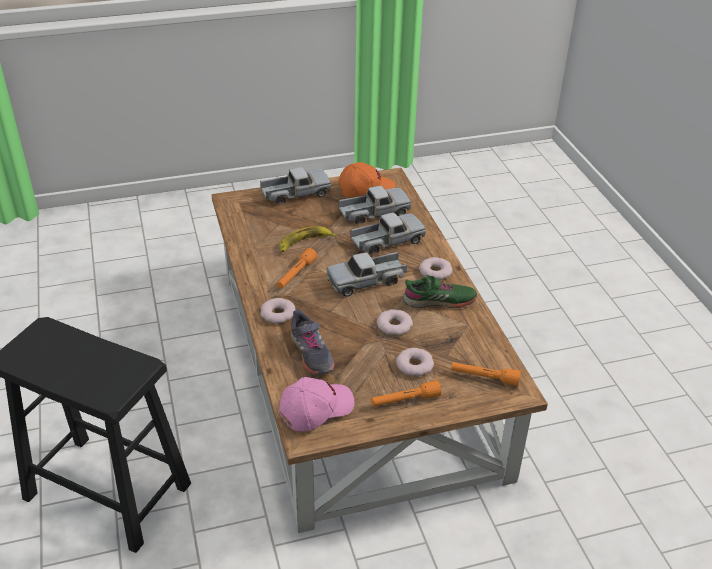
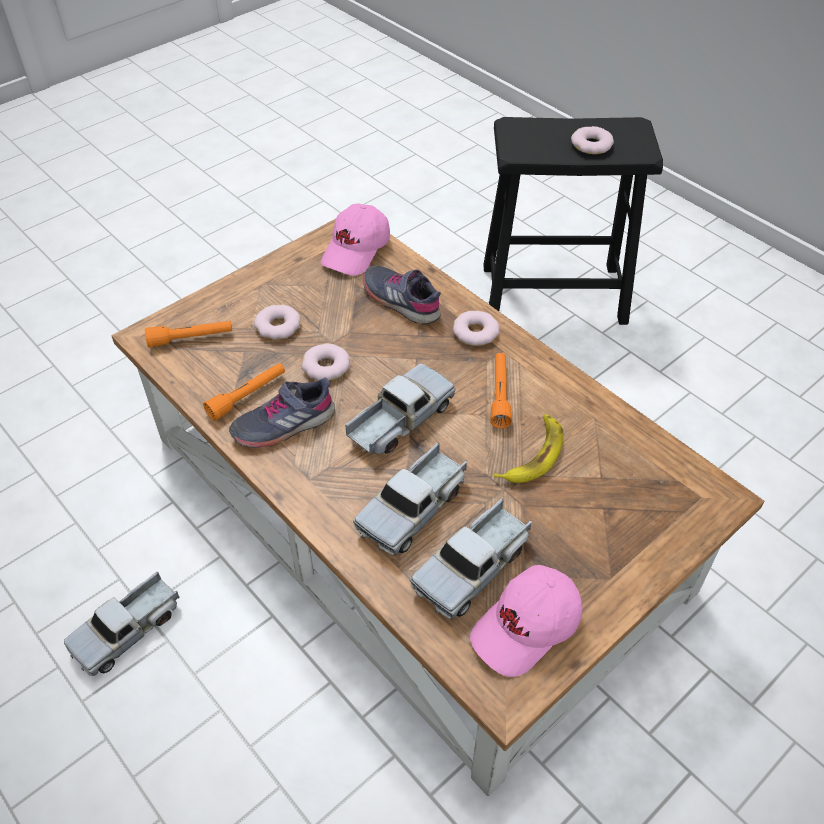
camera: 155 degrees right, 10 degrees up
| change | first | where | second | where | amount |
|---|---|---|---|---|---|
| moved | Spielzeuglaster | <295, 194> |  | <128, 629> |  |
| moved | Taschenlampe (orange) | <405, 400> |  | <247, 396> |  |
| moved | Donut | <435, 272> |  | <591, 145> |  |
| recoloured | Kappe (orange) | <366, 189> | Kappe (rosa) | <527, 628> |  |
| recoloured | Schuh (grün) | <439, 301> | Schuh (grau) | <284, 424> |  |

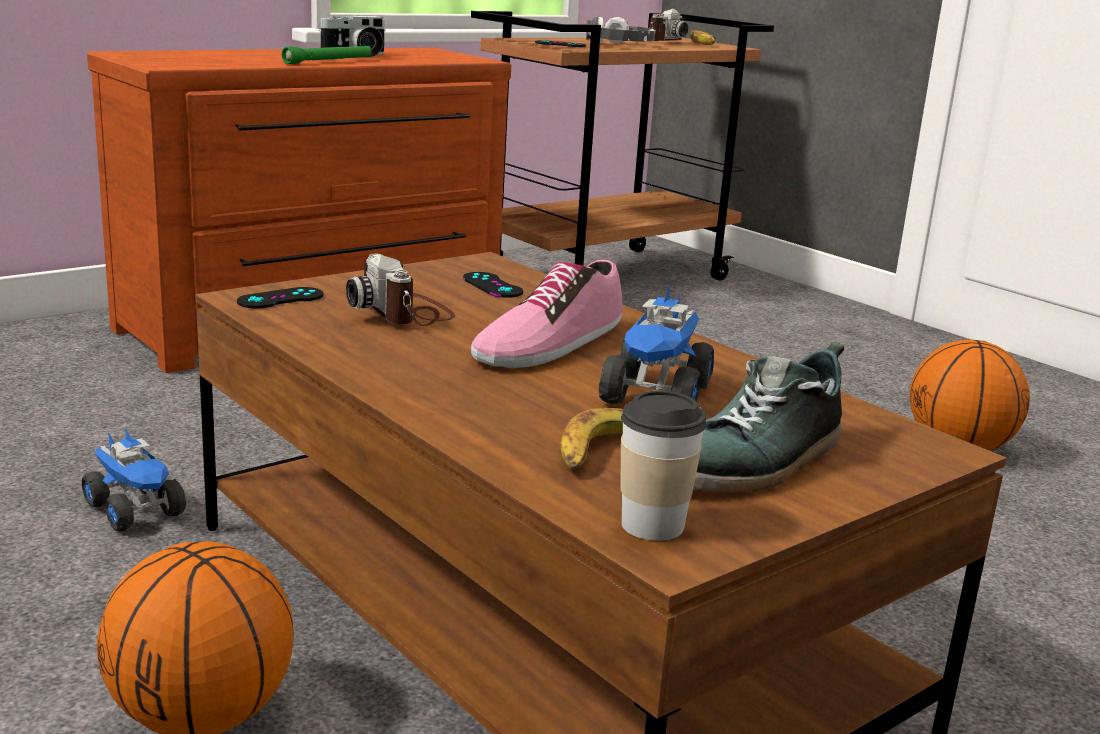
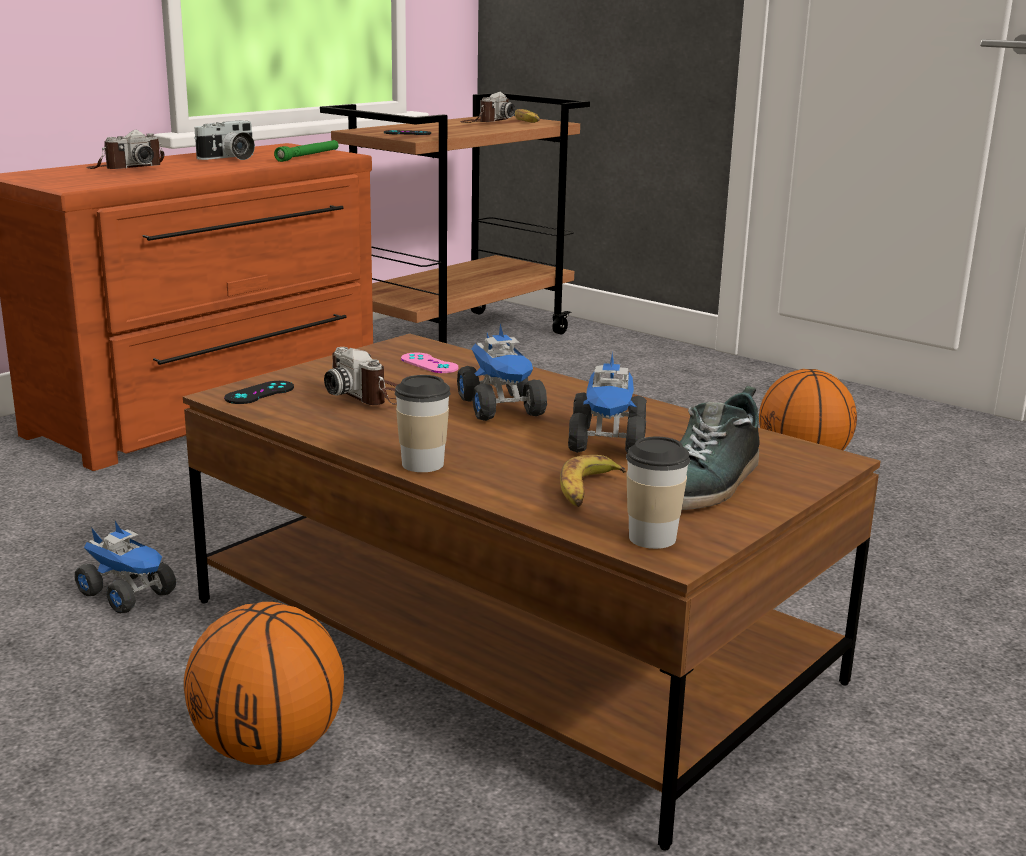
camera: 10 degrees left, 0 degrees up
| change | first | where | second | where | amount |
|---|---|---|---|---|---|
| removed | Kopfhörer | <620, 45> |  |  |  |
| added |  |  | Kamera | <126, 168> |  |
| added |  |  | Tasse | <422, 464> |  |
| moved | Taschenlampe (grün) | <329, 61> |  | <308, 156> |  |
| replaced | Schuh | <548, 343> | Spielzeuglaster | <502, 408> |  |
| recoloured | Gamepad (schwarz) | <492, 285> | Gamepad (rosa) | <429, 363> |  |

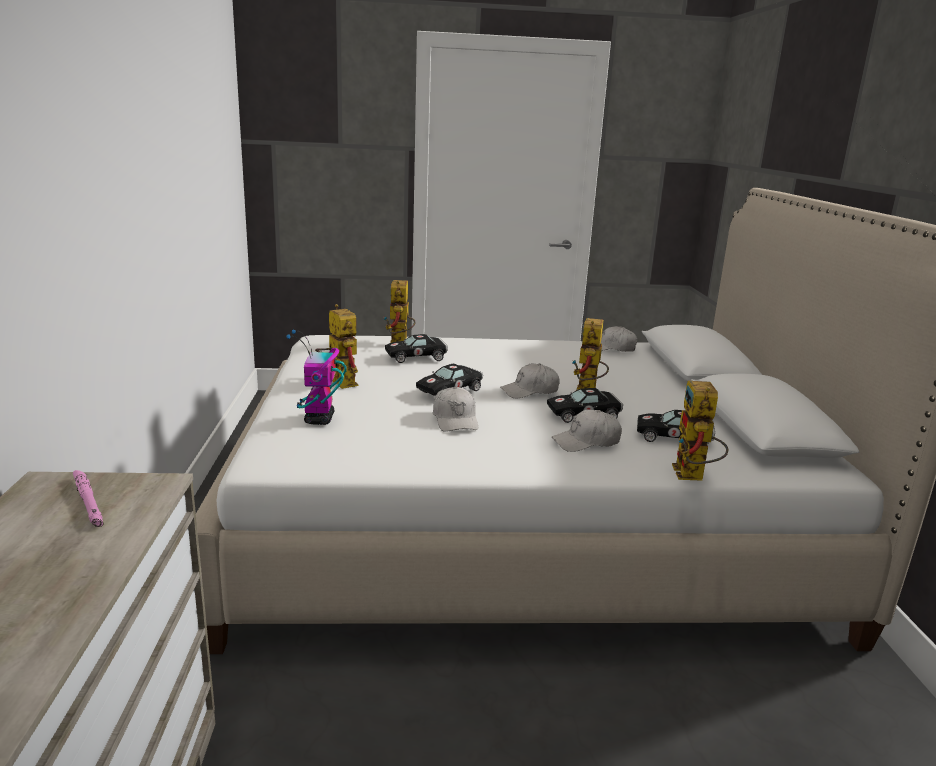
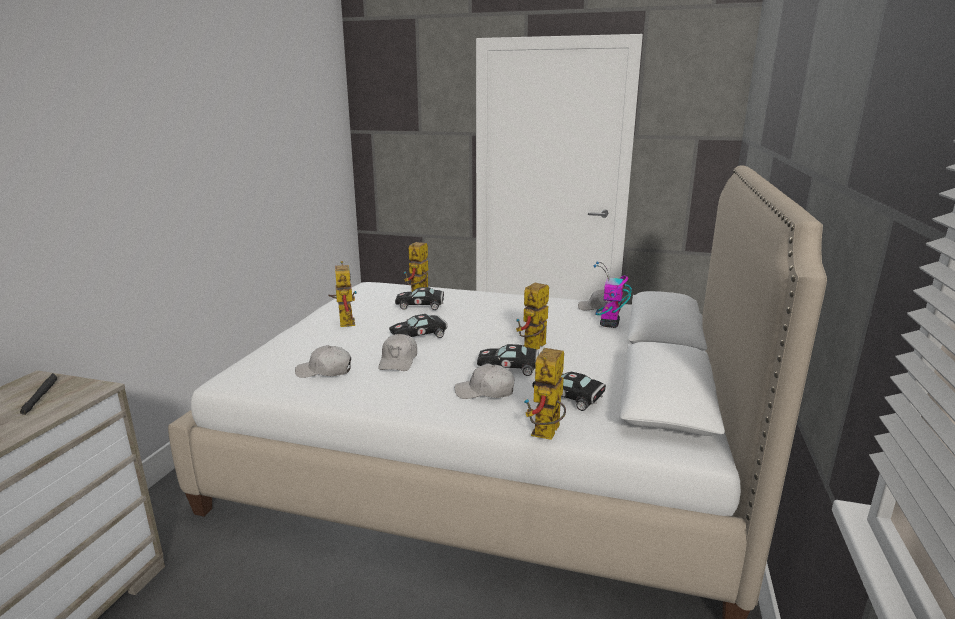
camera: 20 degrees right, 0 degrees up
| change | first | where | second | where | amount |
|---|---|---|---|---|---|
| moved | Spielzeugroboter | <319, 419> |  | <609, 324> |  |
| moved | Kappe (weiß) | <530, 391> |  | <324, 371> |  |
| recoloured | Taschenlampe (rosa) | <88, 502> | Taschenlampe (schwarz) | <41, 396> |  |

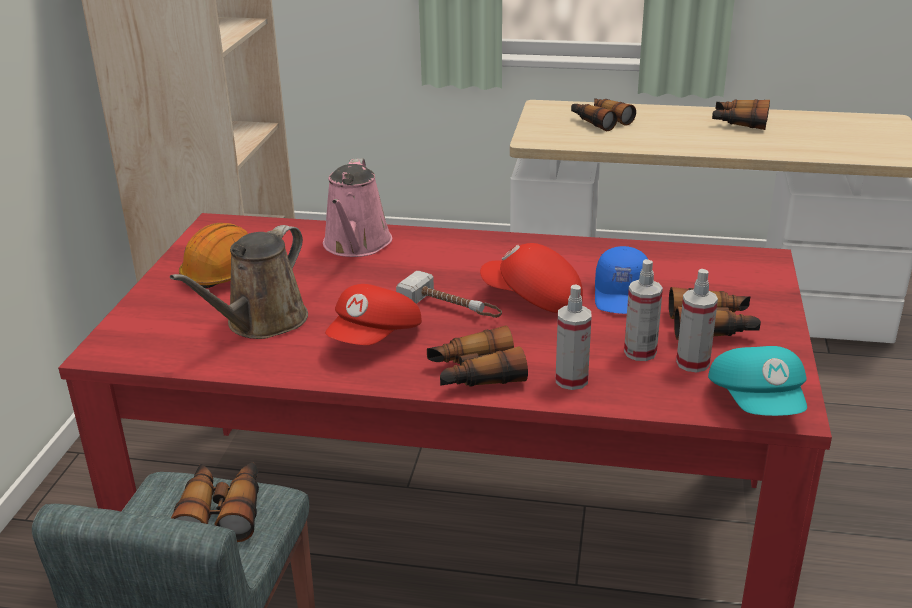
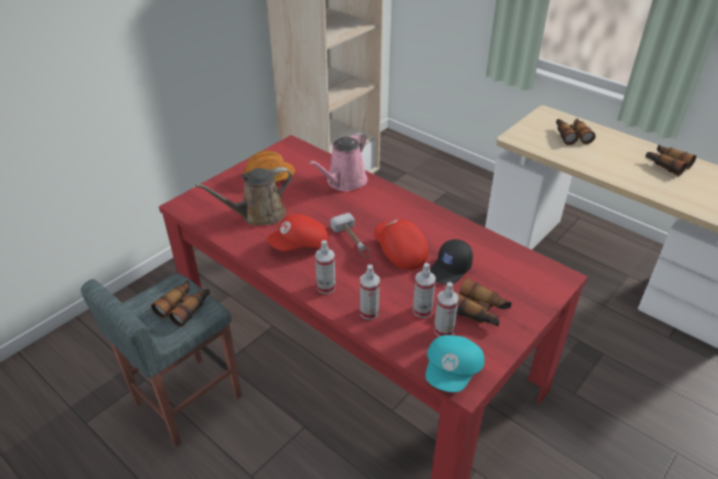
camera: 30 degrees right, 10 degrees up
| change | first | where | second | where | amount |
|---|---|---|---|---|---|
| replaced | Fernglas | <474, 374> | Sprühflasche | <326, 287> |  |
| recoloured | Kappe (blau) | <622, 296> | Kappe (schwarz) | <450, 269> |  |

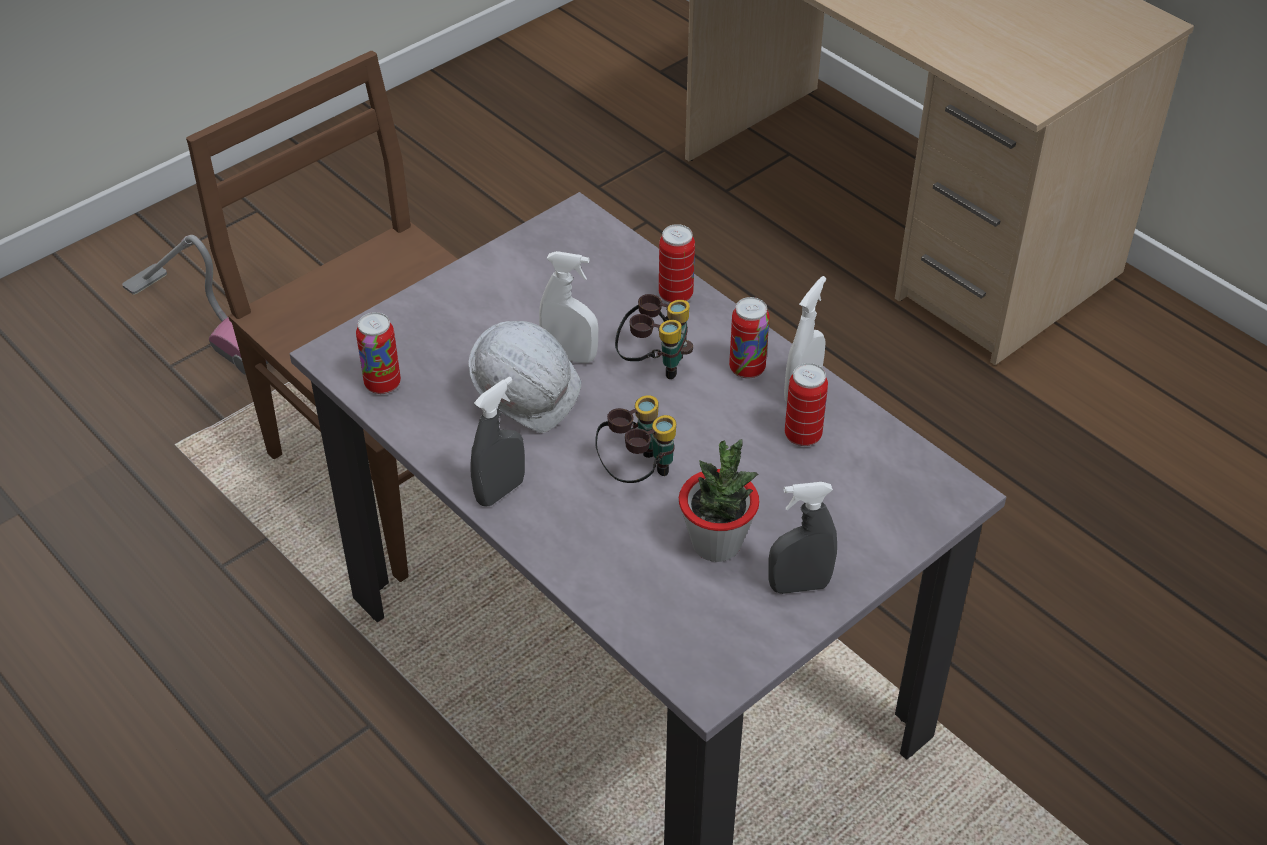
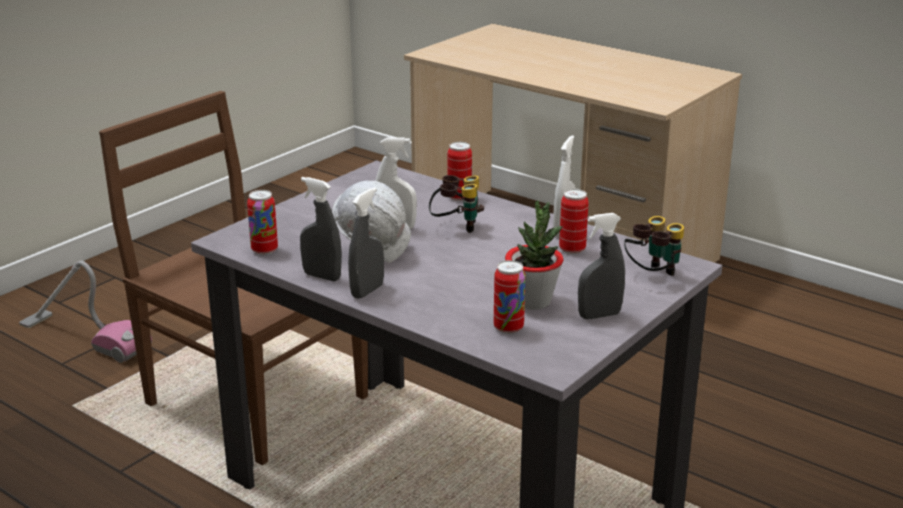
camera: 10 degrees left, 20 degrees down
| change | first | where | second | where | amount |
|---|---|---|---|---|---|
| added |  |  | Sprühflasche (grau) | <322, 276> |  |
| moved | Fernglas | <637, 472> |  | <652, 275> |  |
| moved | Dose | <747, 369> |  | <508, 328> |  |

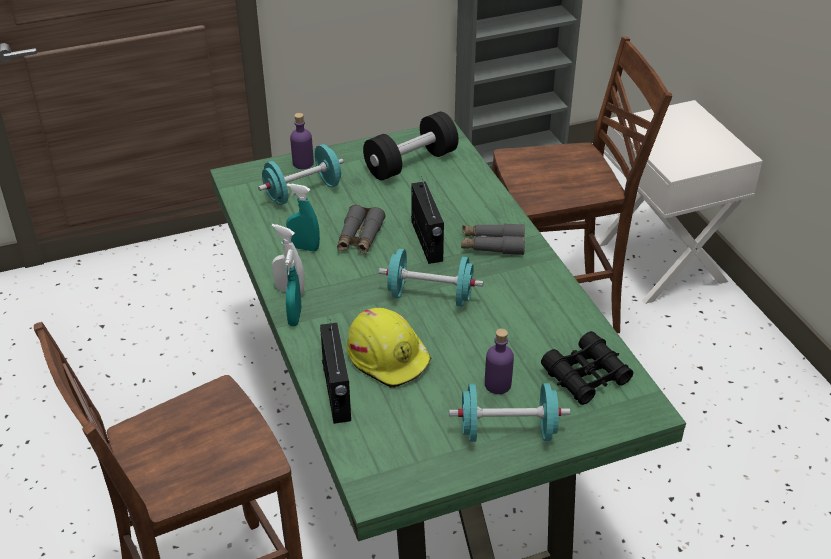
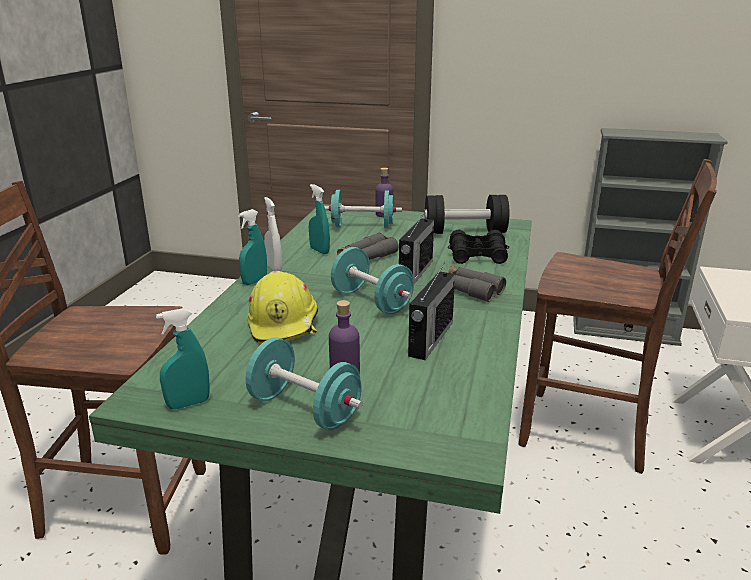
camera: 35 degrees right, 15 degrees down
| change | first | where | second | where | amount |
|---|---|---|---|---|---|
| added |  |  | Sprühflasche (türkis) | <188, 404> |  |
| moved | Radio | <336, 393> |  | <430, 339> |  |
| moved | Fernglas (schwarz) | <586, 376> |  | <477, 255> |  |

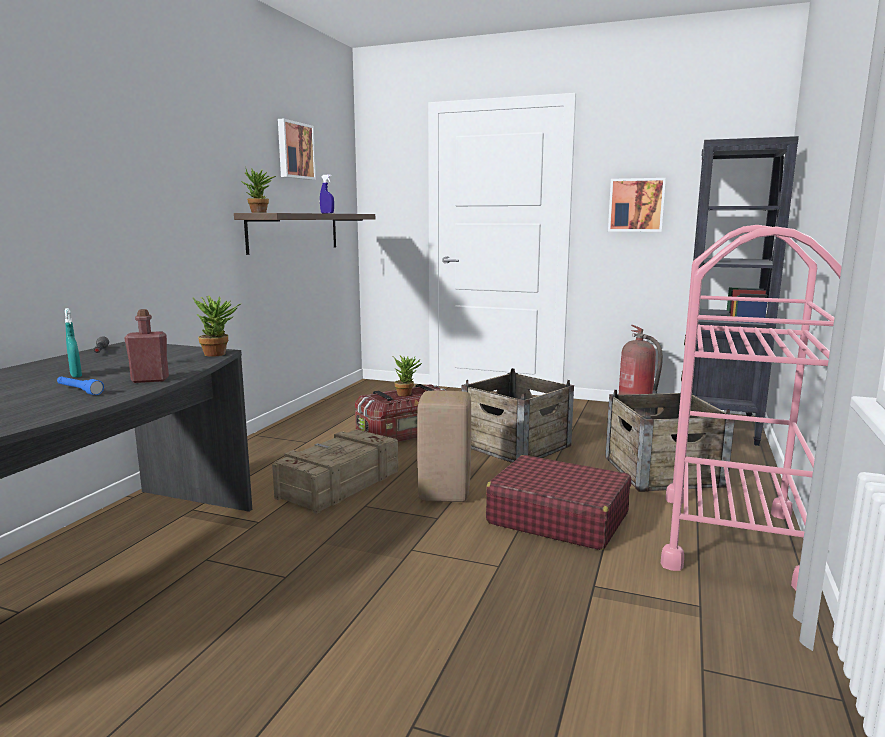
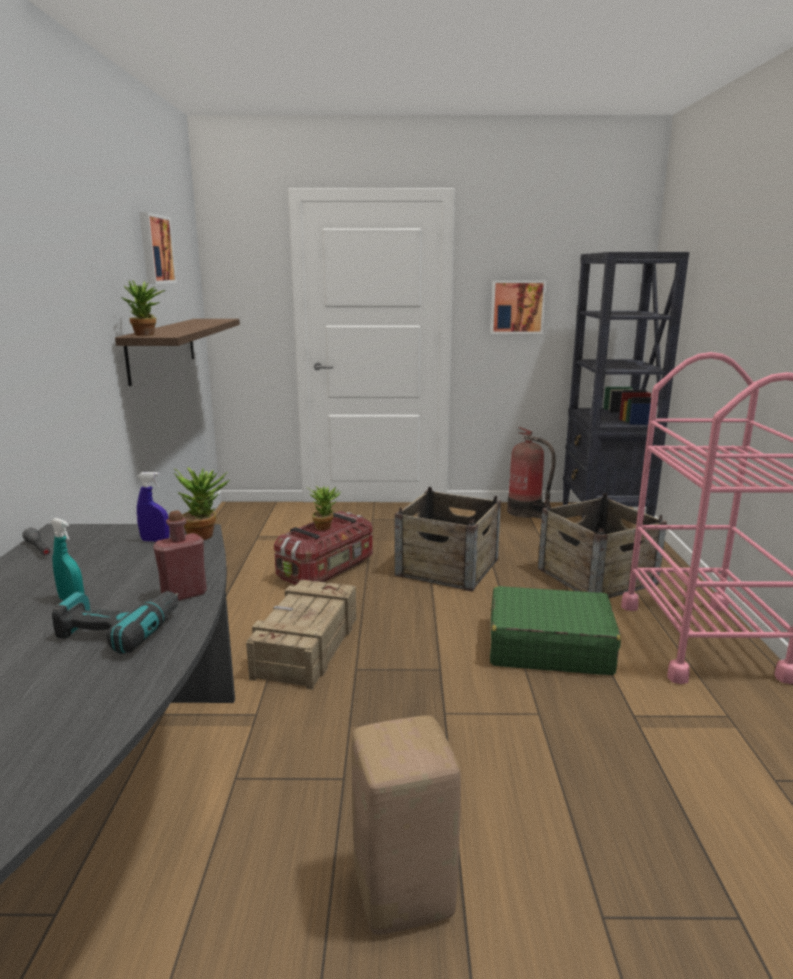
camera: 20 degrees left, 5 degrees up
| change | first | where | second | where | amount |
|---|---|---|---|---|---|
| moved | Sprühflasche (blau) | <327, 213> |  | <155, 540> |  |
| moved | Hocker (beige) | <445, 494> |  | <405, 895> |  |
| replaced | Taschenlampe (blau) | <79, 391> | Bohrmaschine | <119, 629> |  |
| recoloured | Koffer (rot) | <557, 518> | Koffer (grün) | <548, 646> |  |

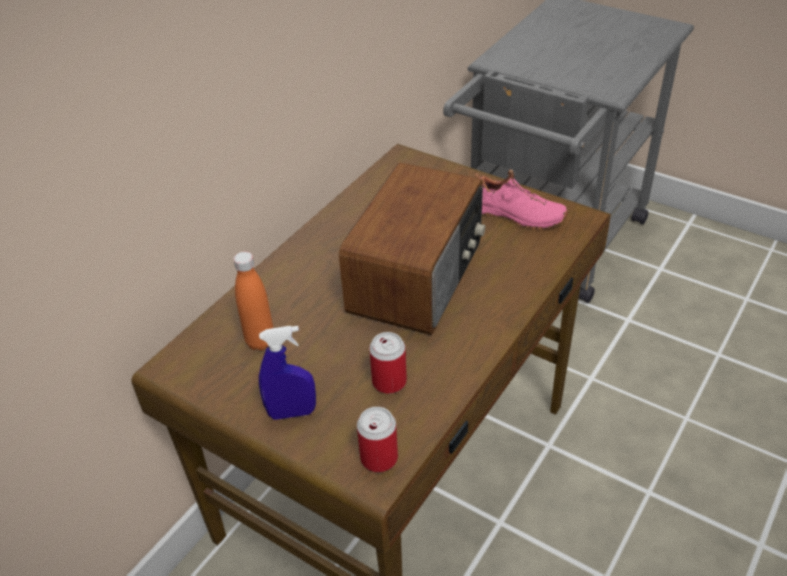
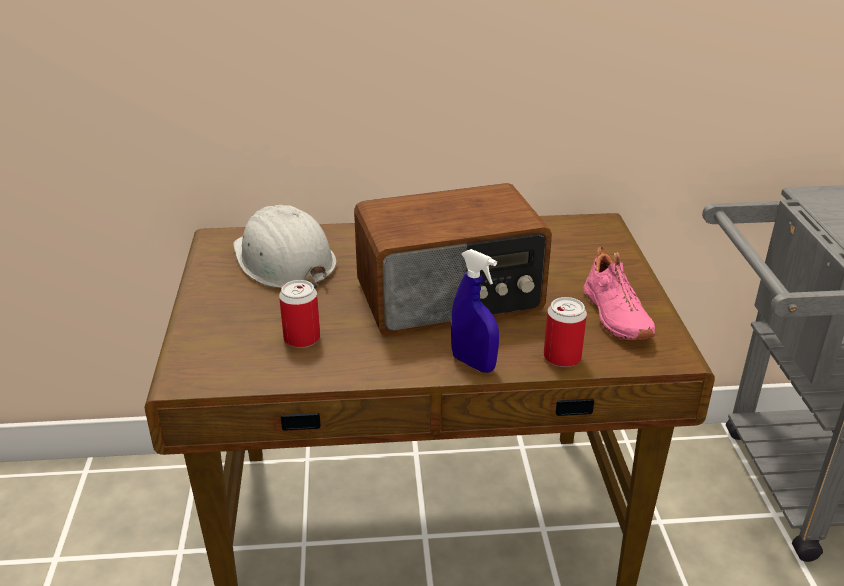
camera: 50 degrees right, 10 degrees down
| change | first | where | second | where | amount |
|---|---|---|---|---|---|
| moved | Sprühflasche (blau) | <292, 412> |  | <473, 363> |  |
| moved | Dose | <379, 458> |  | <562, 357> |  |
| replaced | Flasche (orange) | <260, 342> | Schutzhelm (weiß) | <283, 261> |  |

